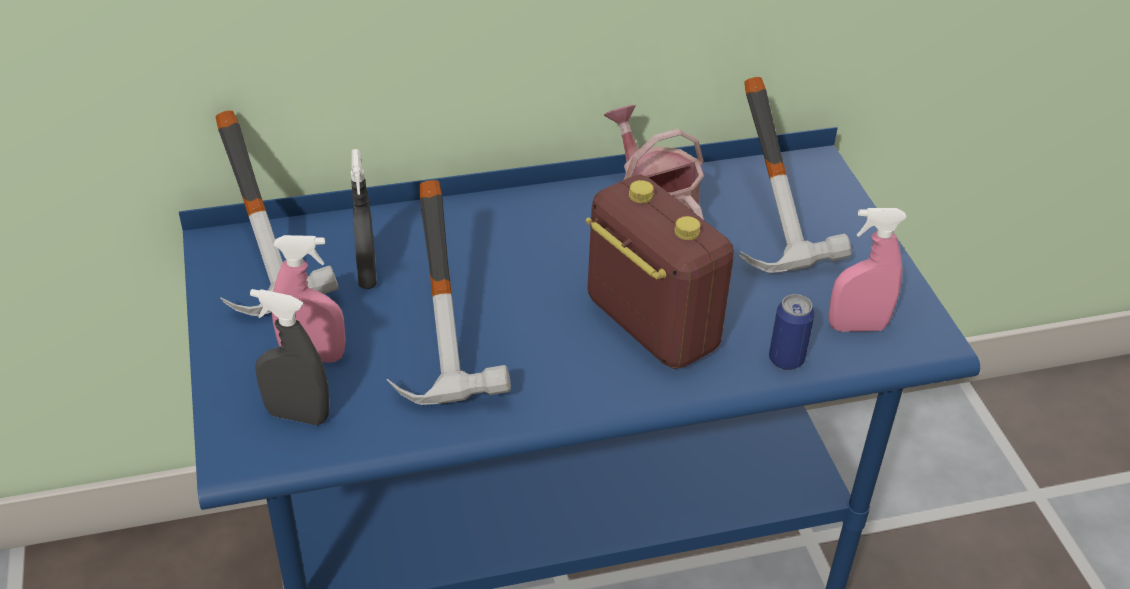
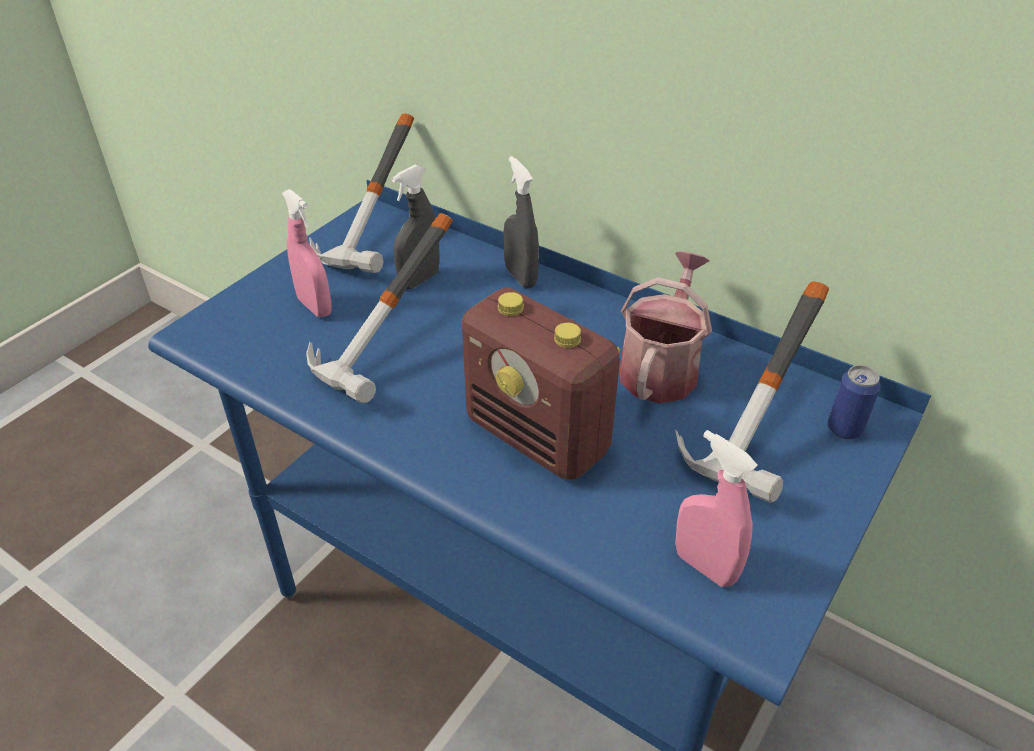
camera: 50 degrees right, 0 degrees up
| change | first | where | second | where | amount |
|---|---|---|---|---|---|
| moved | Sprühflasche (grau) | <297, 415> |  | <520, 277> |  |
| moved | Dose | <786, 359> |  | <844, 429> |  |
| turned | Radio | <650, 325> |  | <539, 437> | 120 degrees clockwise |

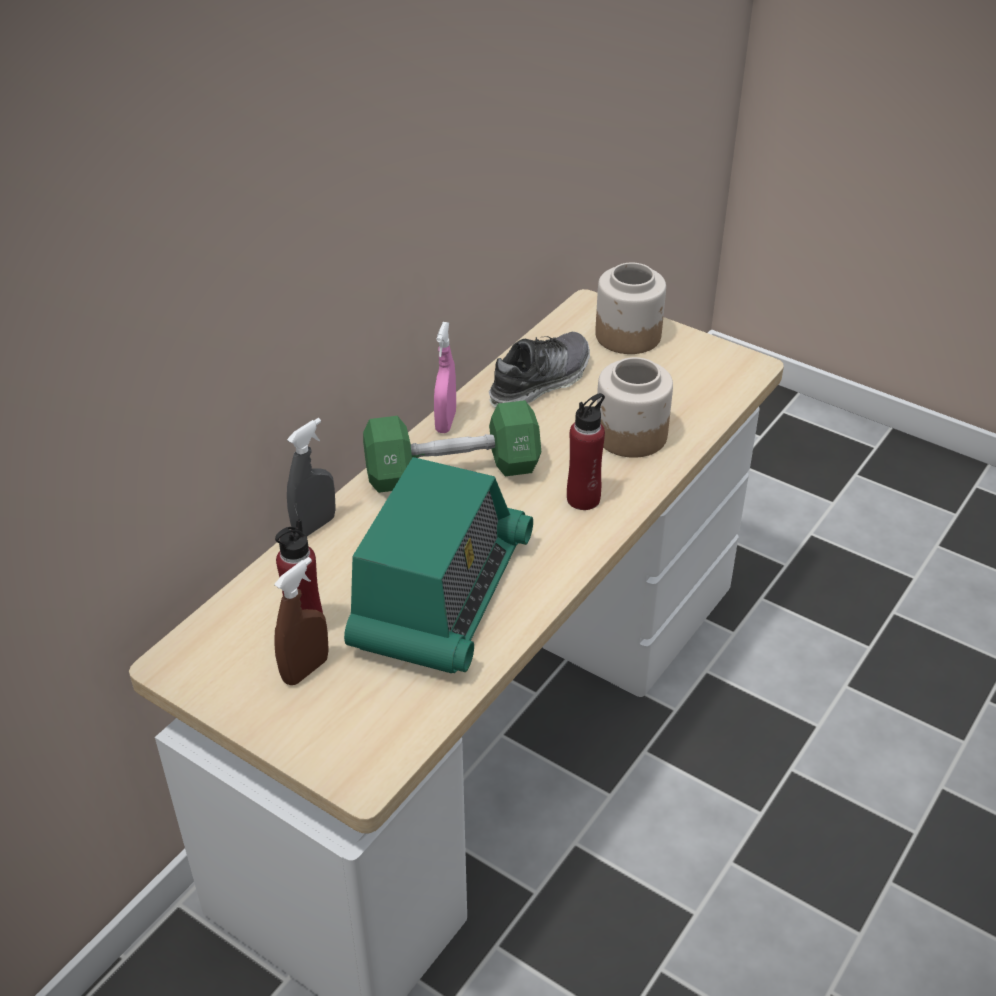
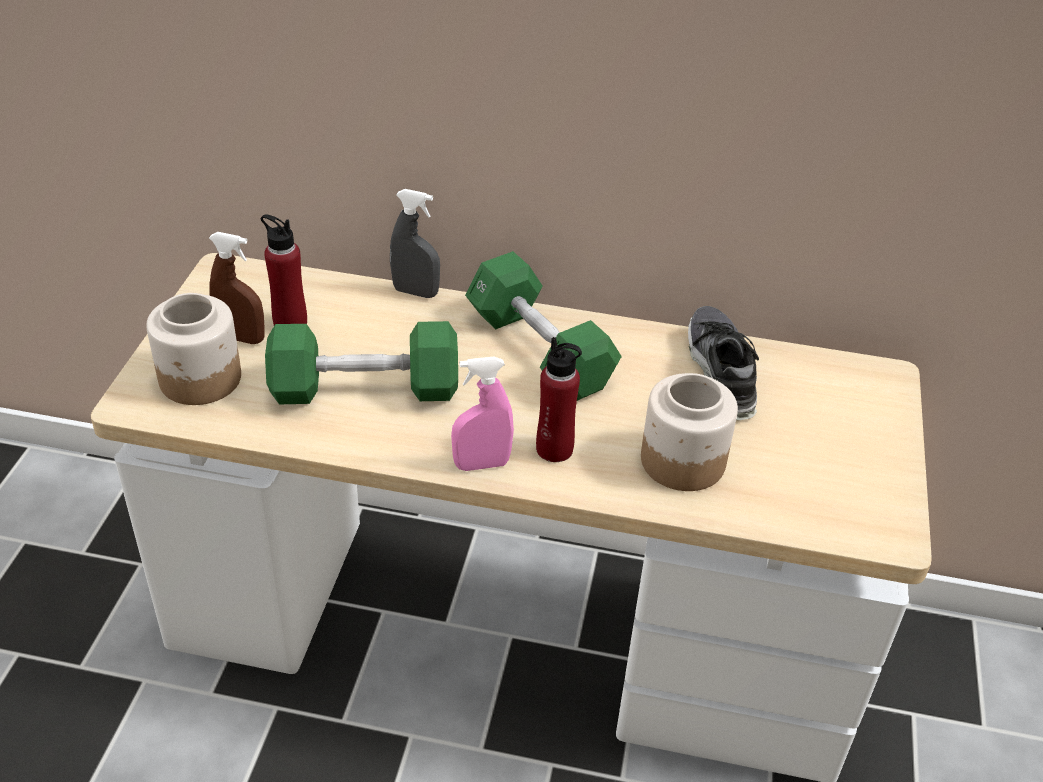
camera: 65 degrees right, 0 degrees up
| change | first | where | second | where | amount |
|---|---|---|---|---|---|
| moved | Sprühflasche (rosa) | <446, 422> |  | <481, 464> |  |
| moved | Vorratsglas | <629, 335> |  | <201, 379> |  |
| replaced | Radio | <441, 595> | Hantel (grün) | <365, 389> |  |
| turned | Schuh | <540, 382> |  | <719, 373> | 120 degrees counterclockwise |

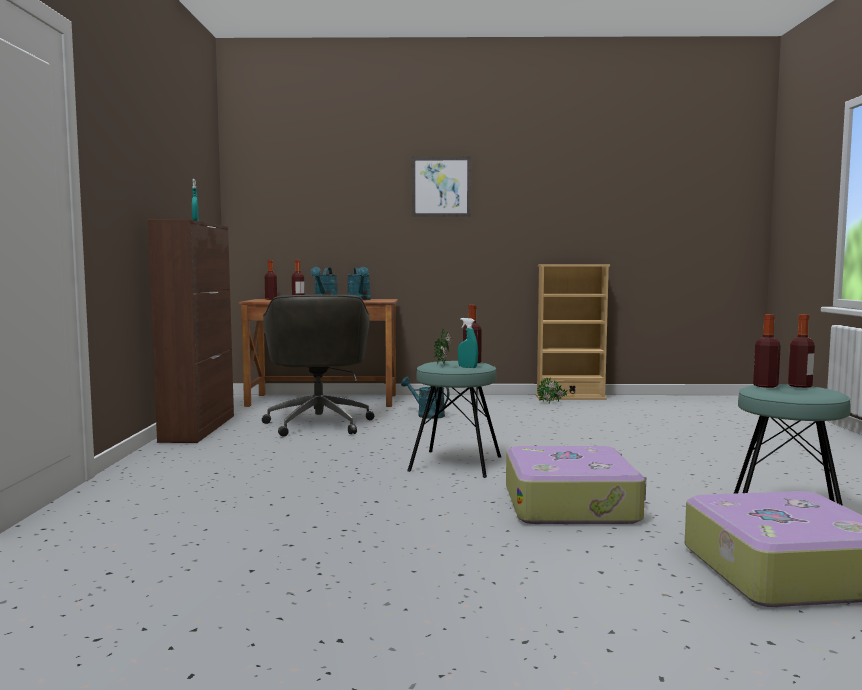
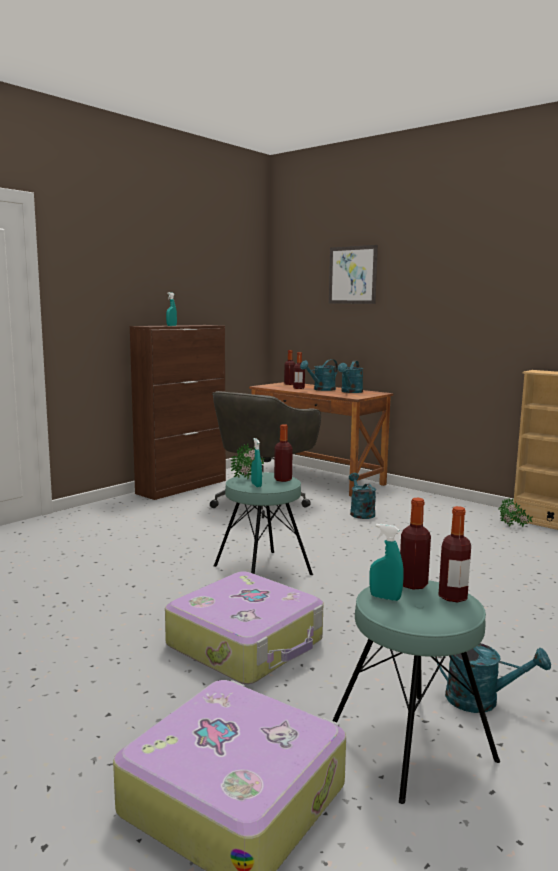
camera: 40 degrees right, 5 degrees up
| change | first | where | second | where | amount |
|---|---|---|---|---|---|
| added |  |  | Sprühflasche (türkis) | <385, 598> |  |
| added |  |  | Gießkanne (türkis) | <481, 700> |  |
| moved | Bild | <441, 186> |  | <352, 275> |  |

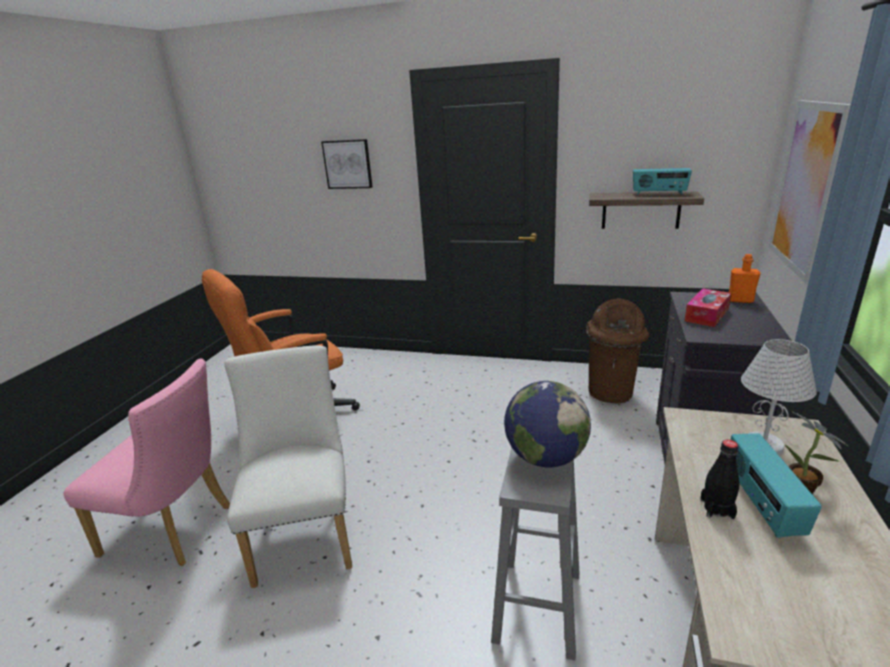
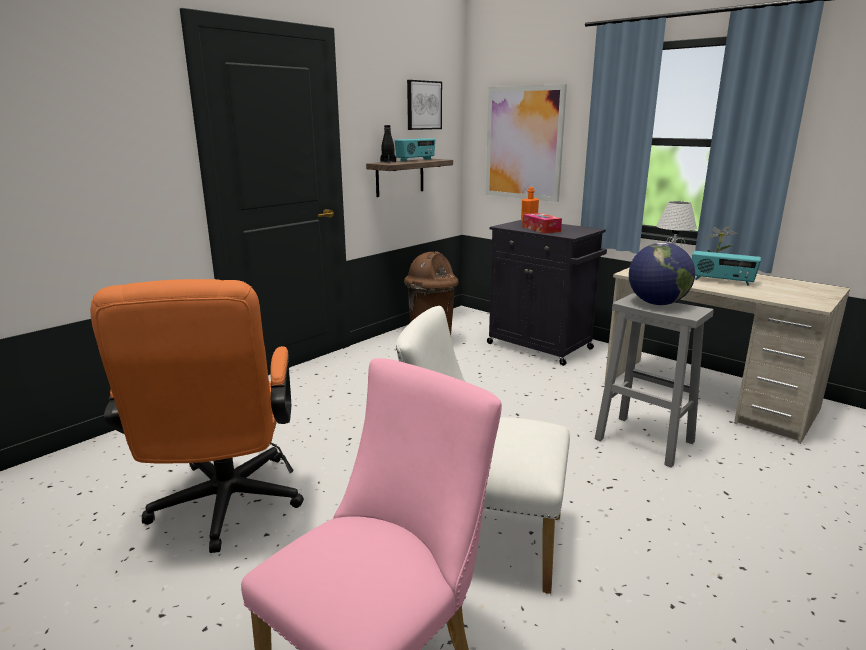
camera: 65 degrees left, 5 degrees down
| change | first | where | second | where | amount |
|---|---|---|---|---|---|
| moved | Bild | <348, 164> |  | <423, 105> |  |
| moved | Flasche (schwarz) | <717, 508> |  | <388, 162> |  |

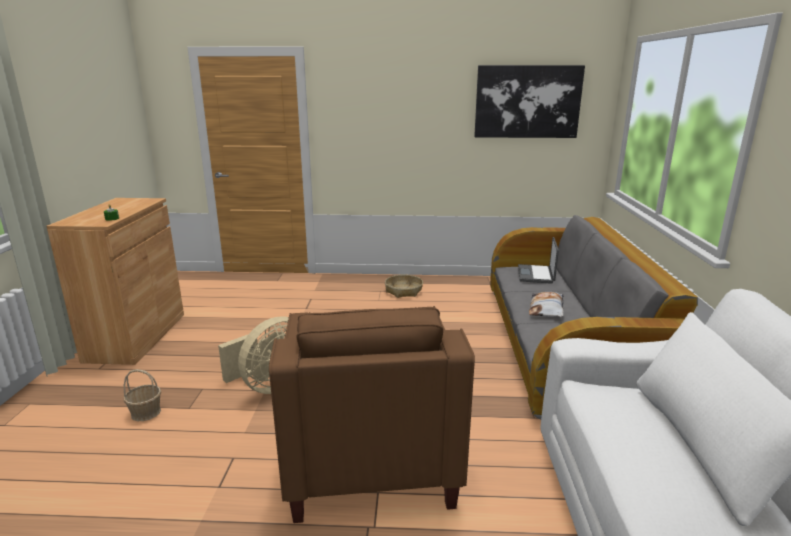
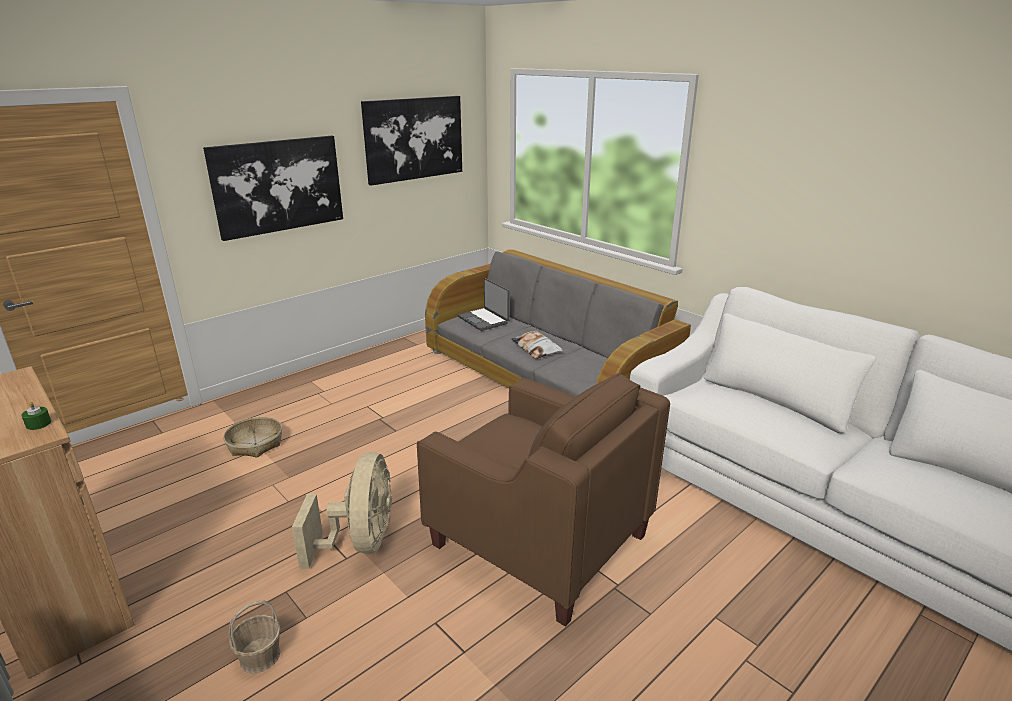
camera: 45 degrees left, 5 degrees up
| change | first | where | second | where | amount |
|---|---|---|---|---|---|
| added |  |  | Bild | <278, 186> |  |
| moved | Korb | <404, 291> |  | <255, 444> |  |

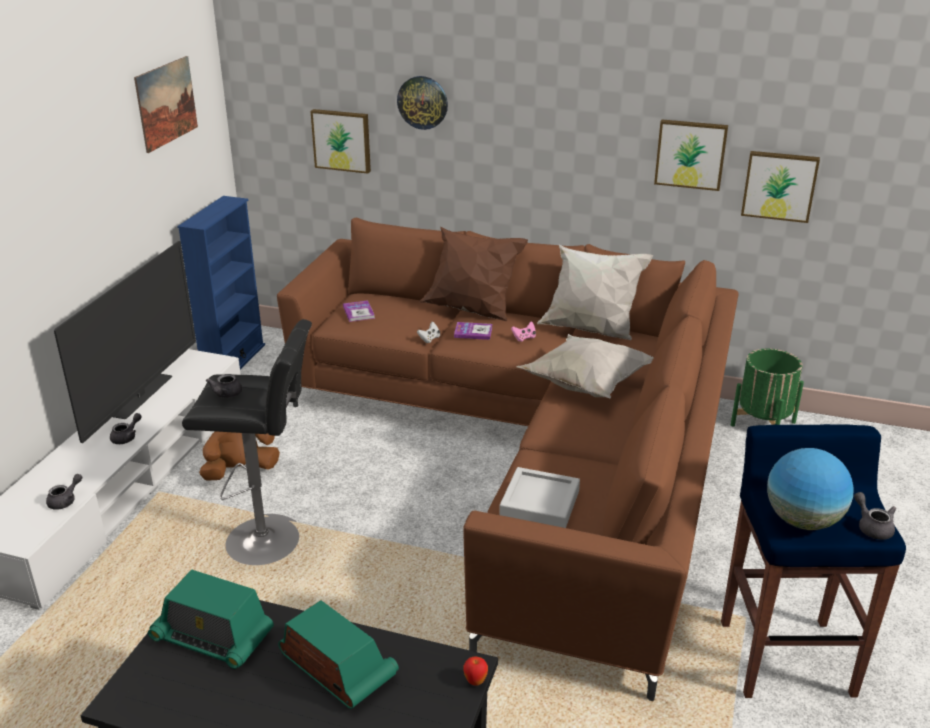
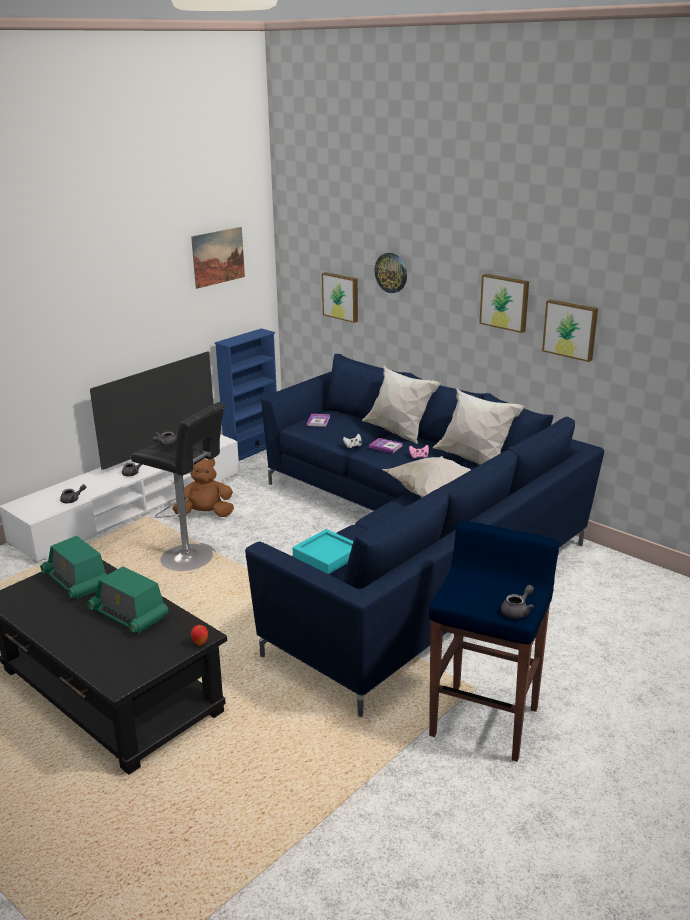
camera: 25 degrees right, 5 degrees down
| change | first | where | second | where | amount |
|---|---|---|---|---|---|
| removed | Pflanzkübel (grün) | <763, 423> |  |  |  |
| removed | Globus | <802, 520> |  |  |  |
| moved | Bild | <779, 185> |  | <505, 302> |  |
| recoloured | Sofa (braun) | <536, 458> | Sofa (blau) | <410, 551> |  |
| recoloured | Kissen (braun) | <472, 311> | Kissen (weiß) | <398, 433> |  |
| recoloured | Tablett (grau) | <539, 504> | Tablett (türkis) | <327, 556> |  |
| turned | Radio | <337, 667> |  | <129, 614> | 150 degrees clockwise |
| turned | Teekanne (grau) | <872, 527> |  | <517, 611> | 45 degrees clockwise |

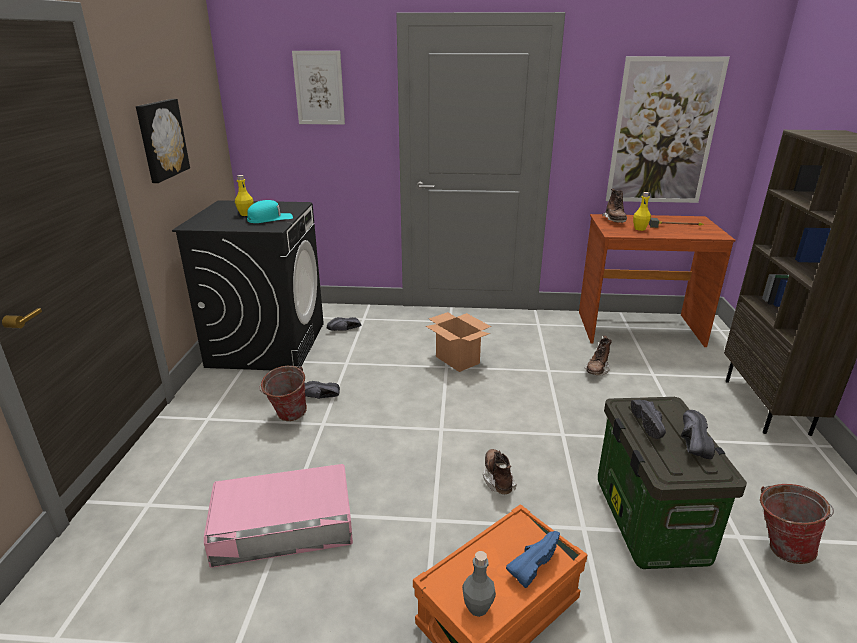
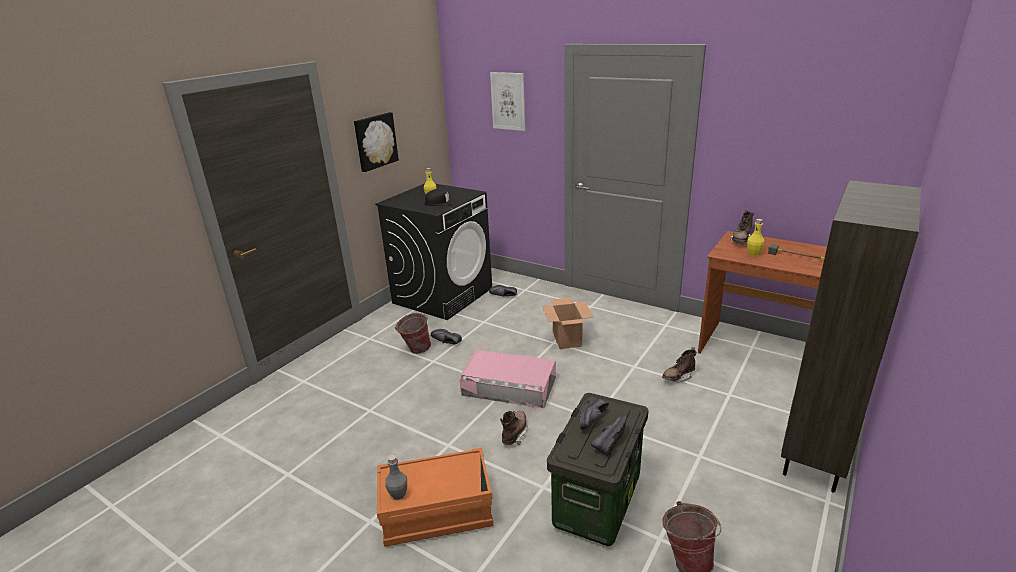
camera: 30 degrees right, 0 degrees up
| change | first | where | second | where | amount |
|---|---|---|---|---|---|
| removed | Schuh (blau) | <532, 563> |  |  |  |
| removed | Bild | <663, 132> |  |  |  |
| moved | Aufbewahrungsbox (rosa) | <283, 523> |  | <509, 386> |  |
| recoloured | Kappe (türkis) | <270, 219> | Kappe (schwarz) | <441, 203> |  |

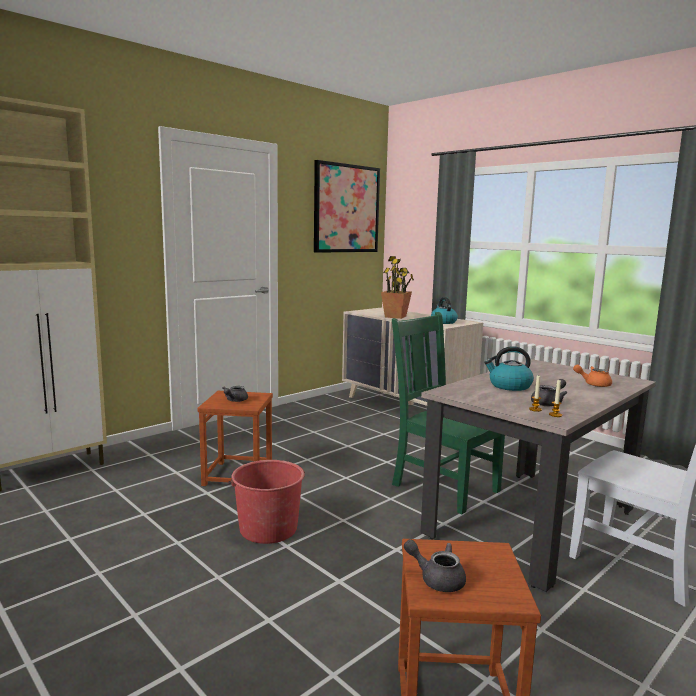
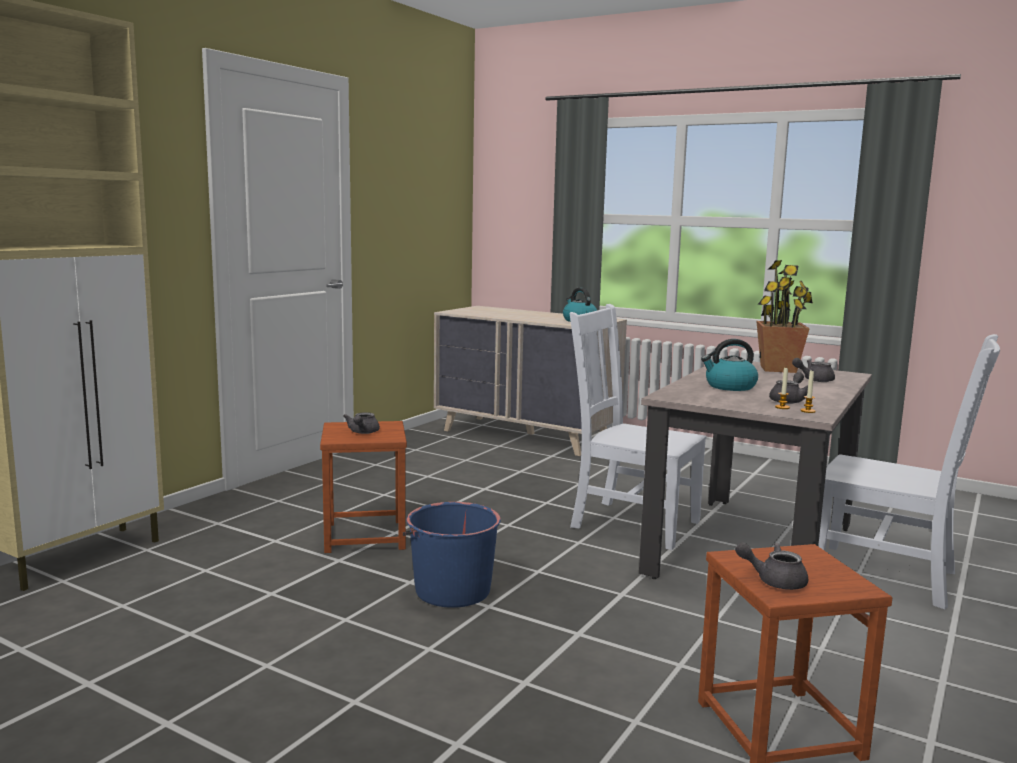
camera: 15 degrees left, 0 degrees up
| change | first | where | second | where | amount |
|---|---|---|---|---|---|
| removed | Bild | <346, 208> |  |  |  |
| moved | Topfpflanze | <395, 316> |  | <778, 369> |  |
| recoloured | Eimer (rot) | <268, 528> | Eimer (blau) | <451, 591> |  |
| recoloured | Stuhl (grün) | <442, 486> | Stuhl (weiß) | <631, 523> |  |
| recoloured | Teekanne (orange) | <593, 384> | Teekanne (grau) | <813, 380> |  |

